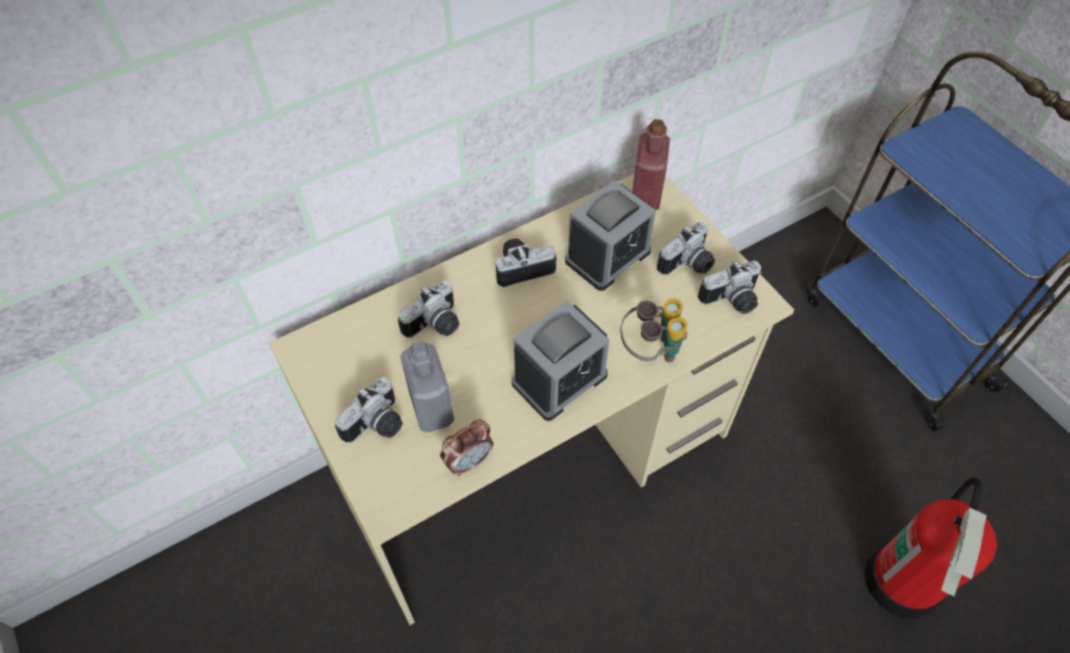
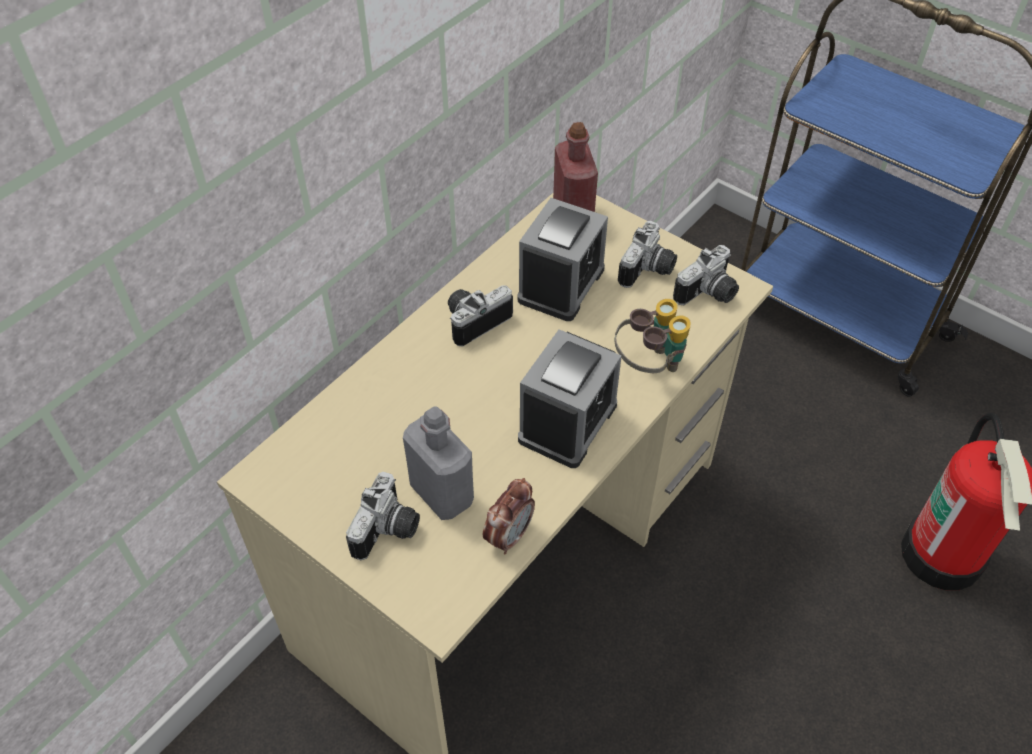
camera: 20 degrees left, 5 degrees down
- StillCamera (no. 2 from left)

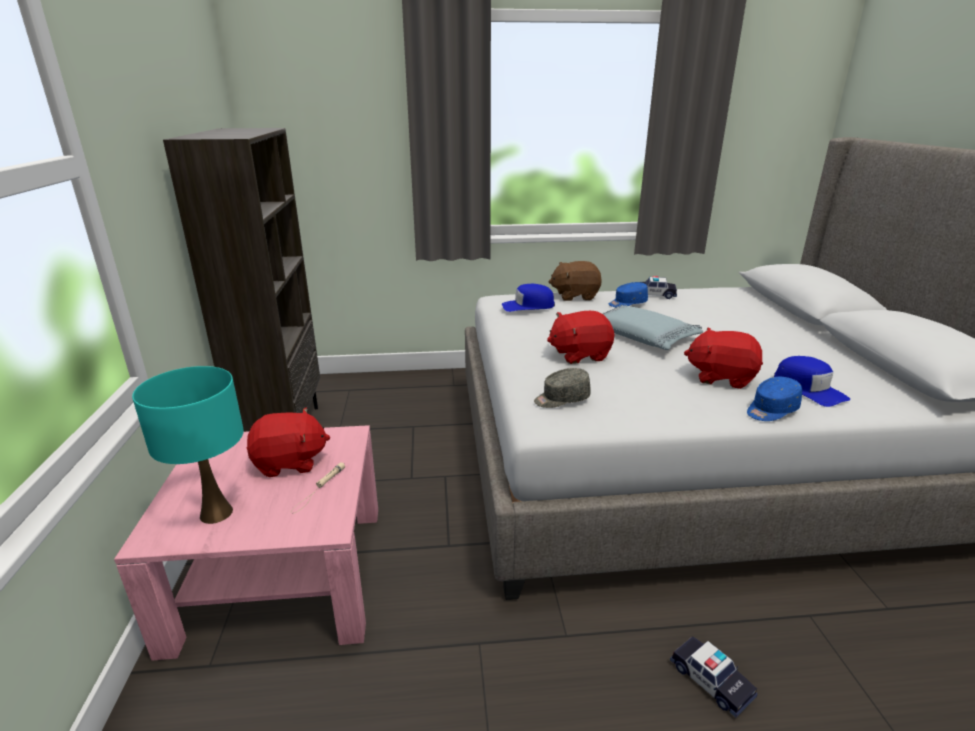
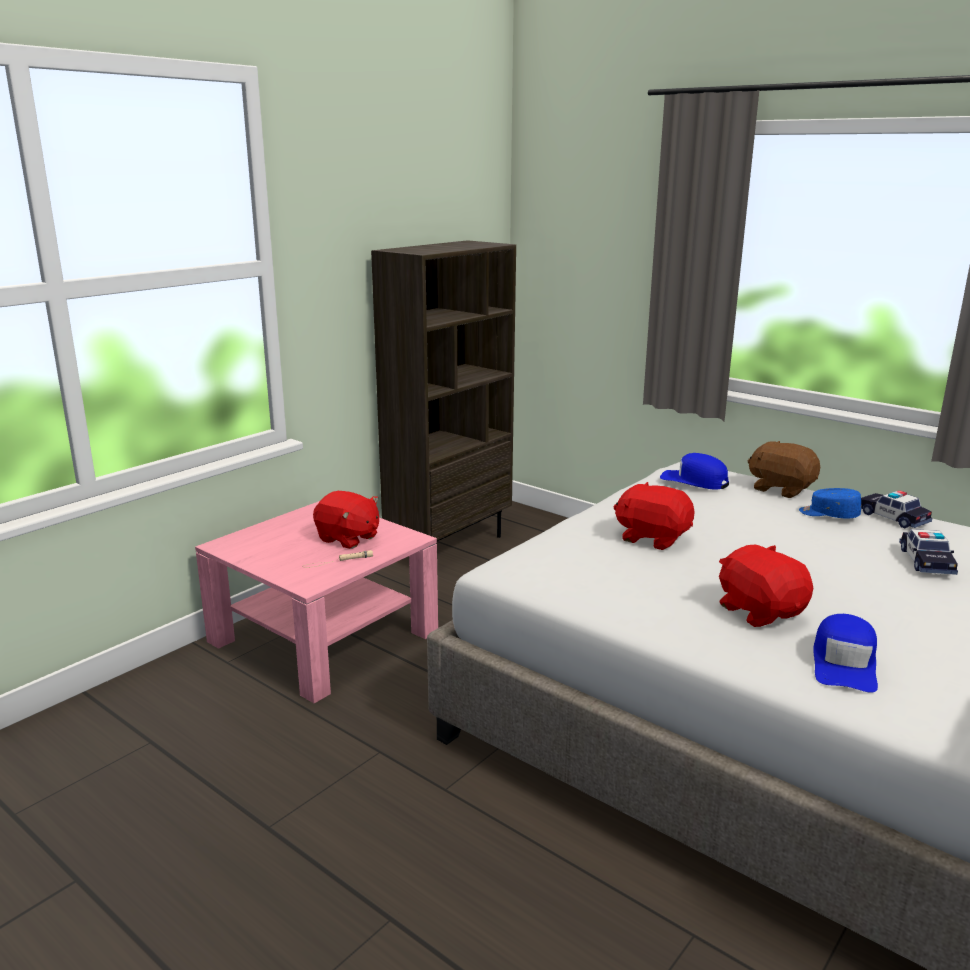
camera: 45 degrees right, 5 degrees down
- BlueColouredPillow
- TurquoiseTableLamp
- GrayCap
- BlueColouredCap (no. 3 from left)
~ ModelCar (no. 2 from left)

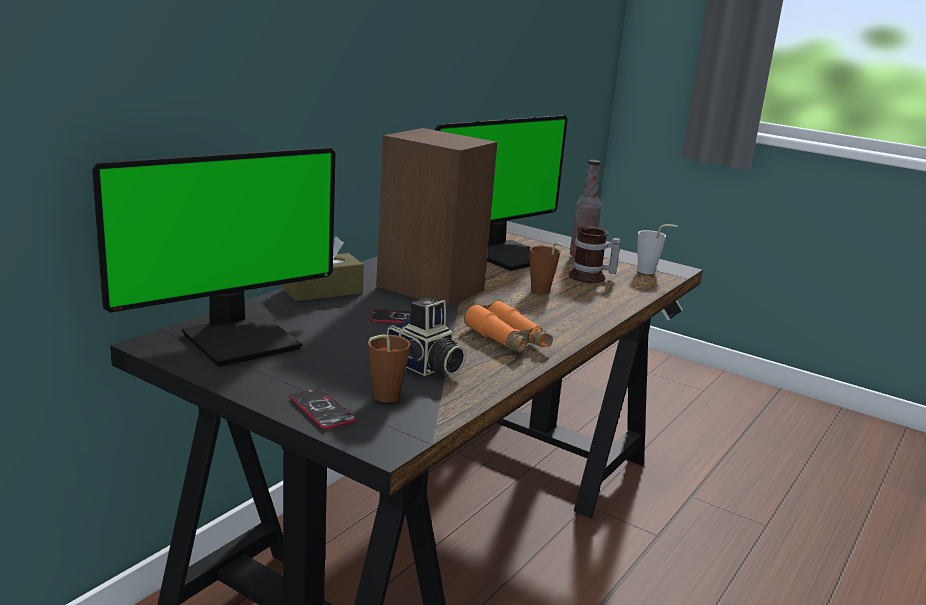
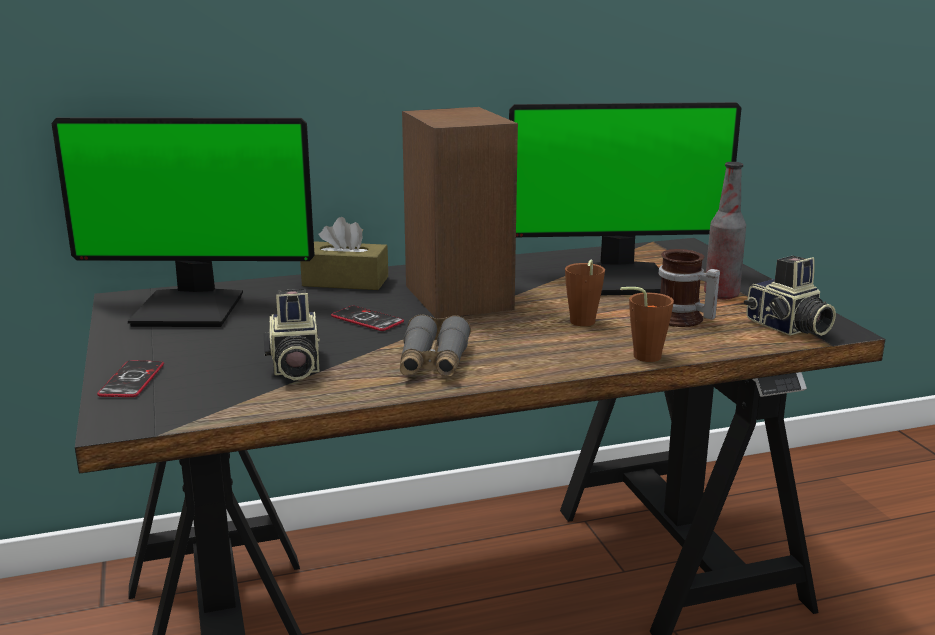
camera: 40 degrees right, 0 degrees up
~ GrayDrinkingCup to StillCamera (no. 2 from left)
~ OrangeyPairOfBinoculars to GrayPairOfBinoculars
~ BrownishDrinkingCup (no. 1 from left in the first image) to BrownishDrinkingCup (no. 2 from left)

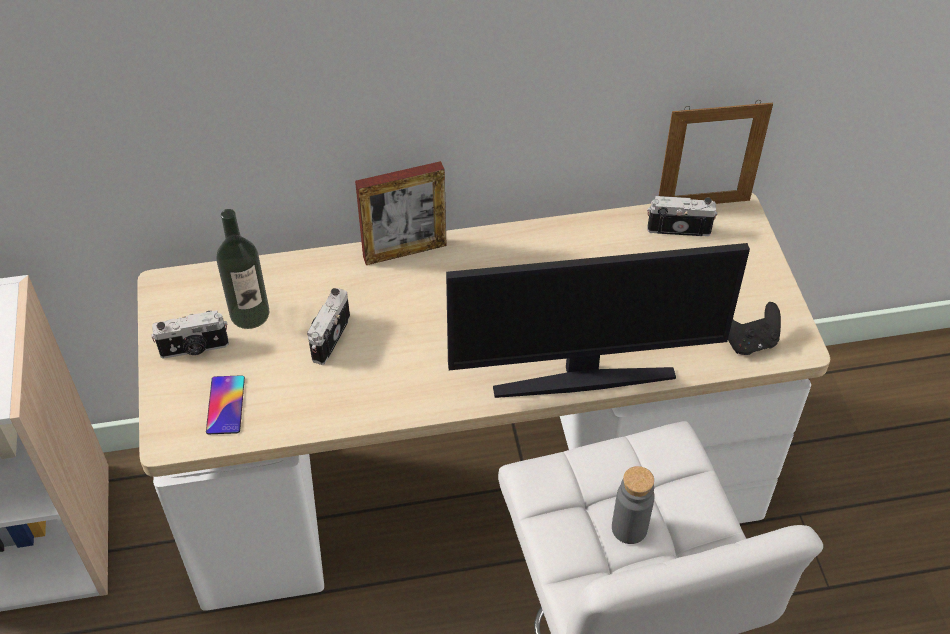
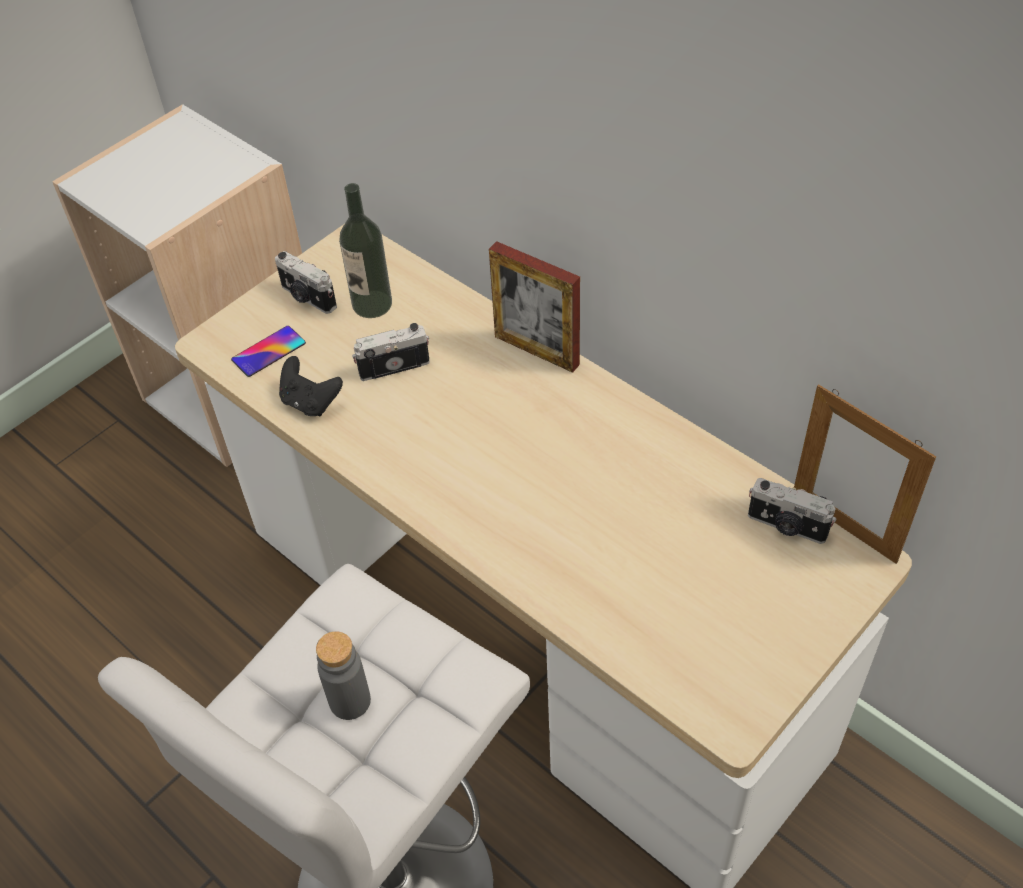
camera: 55 degrees right, 0 degrees up
~ StillCamera (no. 3 from left) 150 degrees clockwise
- ComputerDisplay
~ BlackGameController

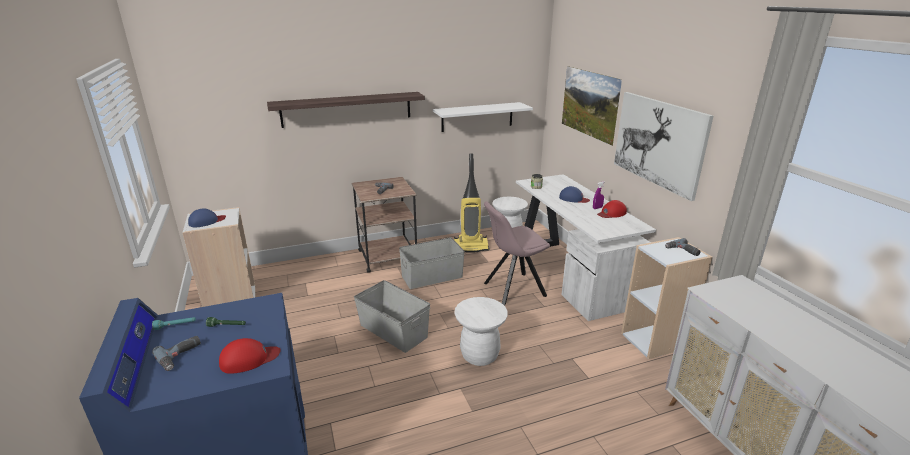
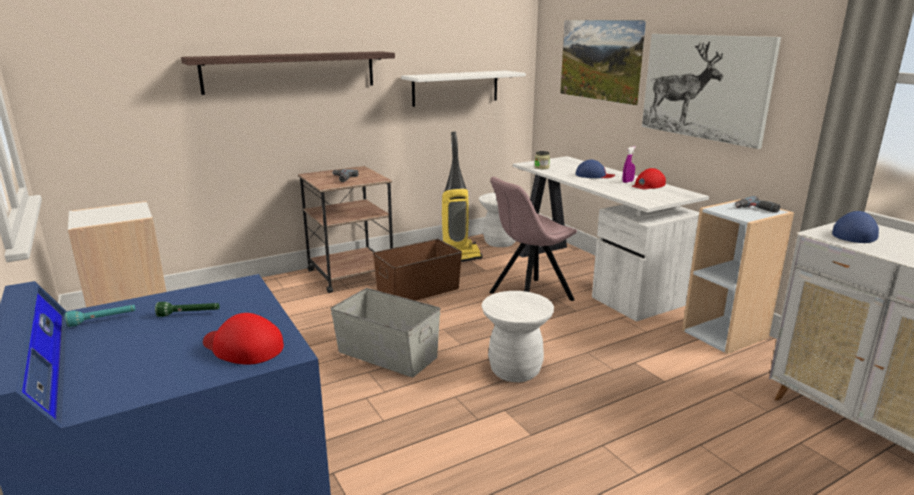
camera: 10 degrees left, 5 degrees down
~ BlueColouredCap (no. 1 from left in the first image) to BlueColouredCap (no. 2 from left)
~ GrayStorageBin (no. 2 from left) to BrownishStorageBin
- PowerDrill (no. 1 from left)
~ RedCap (no. 1 from left) 120 degrees counterclockwise

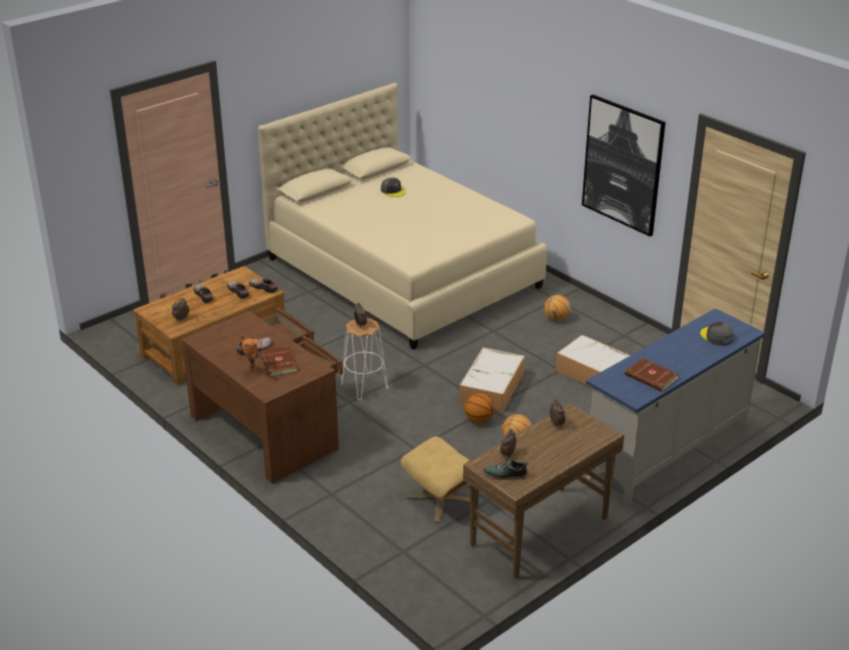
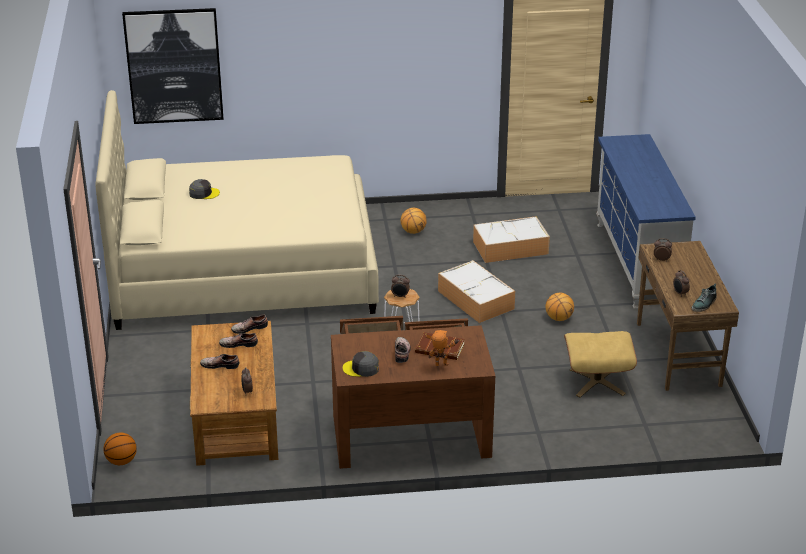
camera: 55 degrees left, 0 degrees up
~ Picture
~ GrayCap (no. 2 from left)
- BrownishBoundBook (no. 2 from left)
~ Basketball (no. 1 from left)

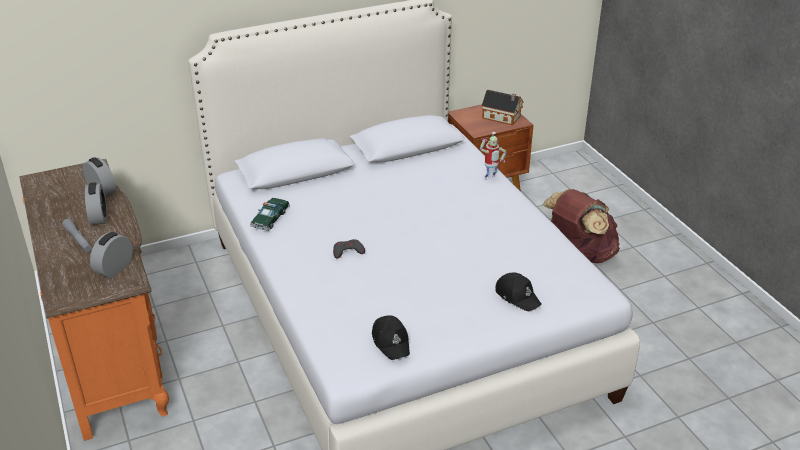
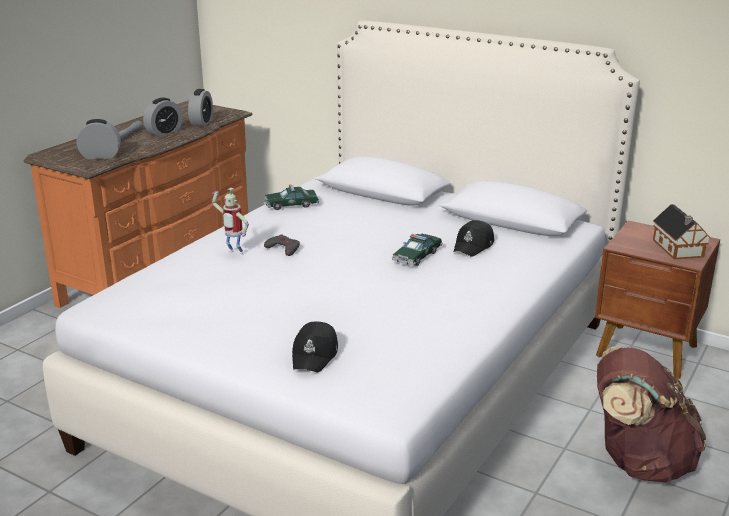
camera: 55 degrees right, 10 degrees down
~ ToyRobot
~ BlackCap (no. 1 from left in the first image) to BlackCap (no. 2 from left)
+ ModelCar (no. 2 from left)

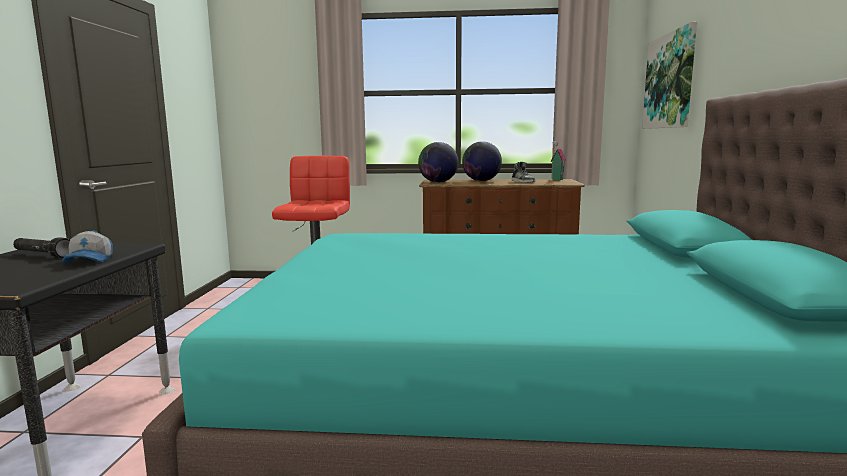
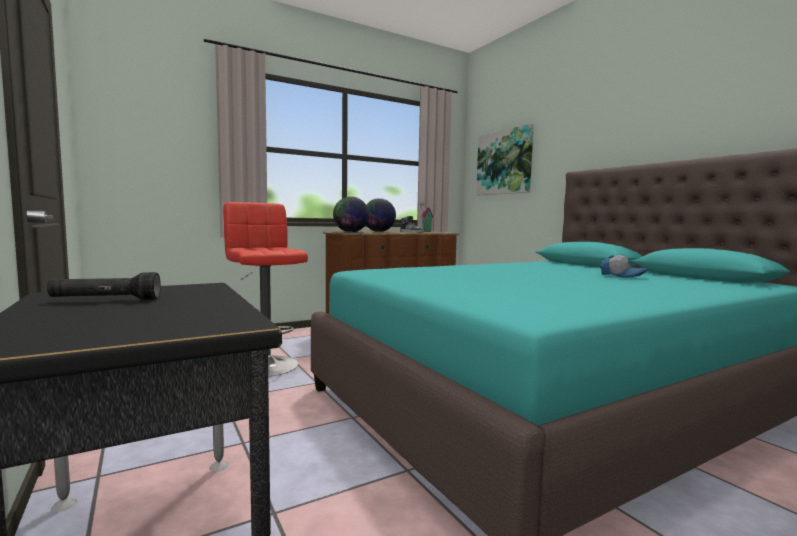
camera: 35 degrees left, 5 degrees down
~ Cap

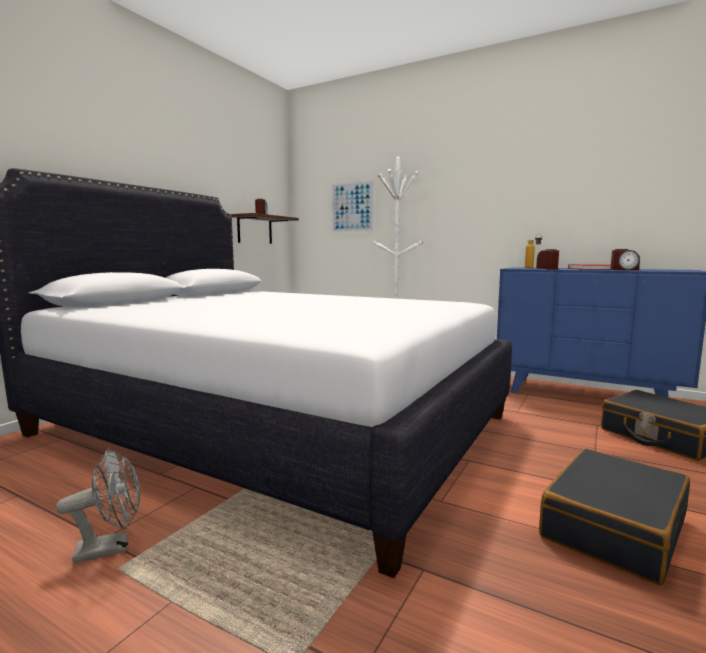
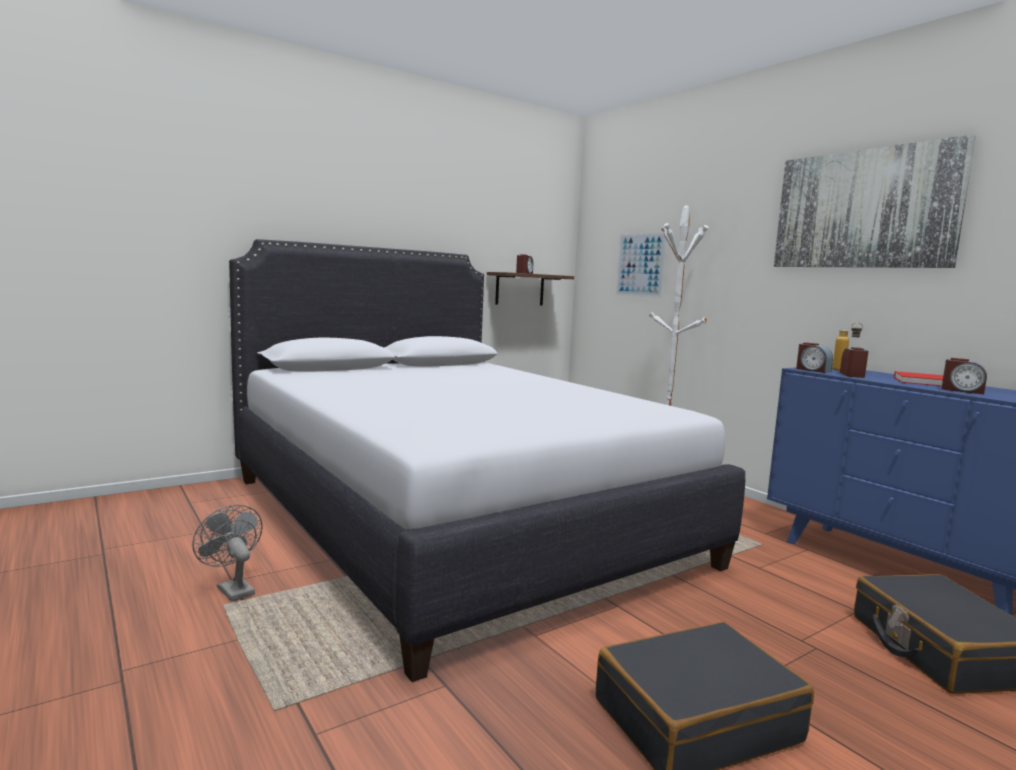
camera: 25 degrees right, 0 degrees up
~ GrayElectricFan 135 degrees counterclockwise
+ Picture (no. 2 from left)
+ AlarmClock (no. 2 from left)

